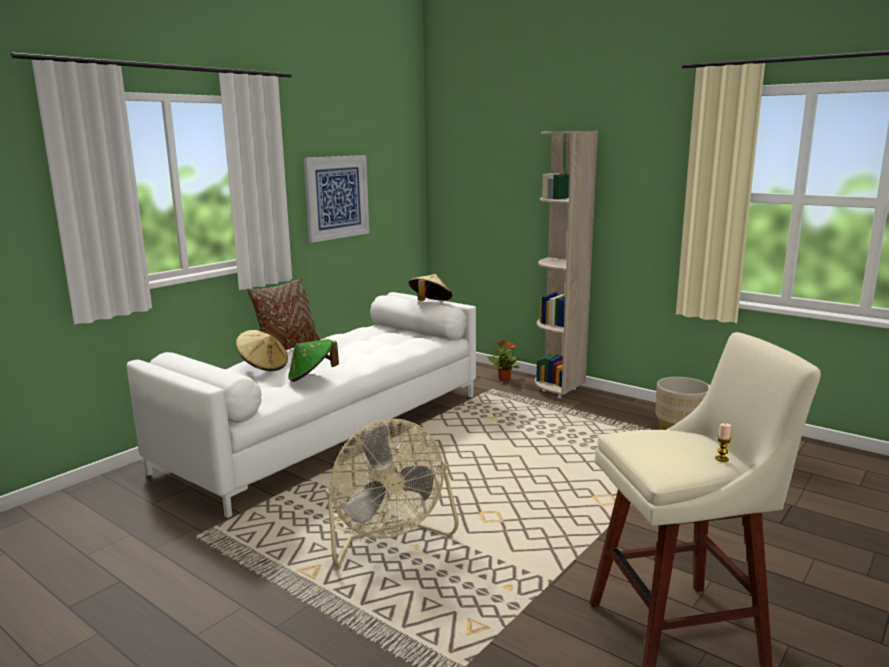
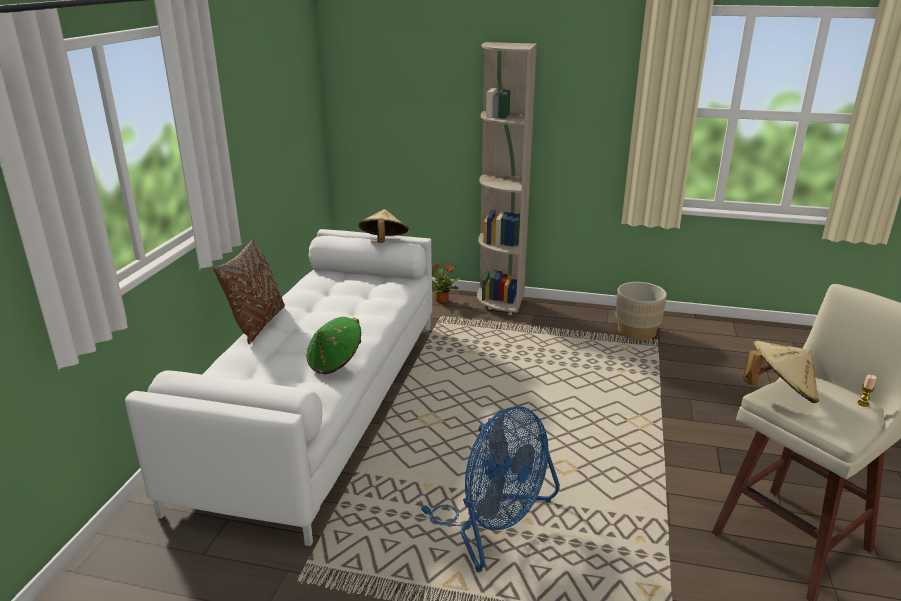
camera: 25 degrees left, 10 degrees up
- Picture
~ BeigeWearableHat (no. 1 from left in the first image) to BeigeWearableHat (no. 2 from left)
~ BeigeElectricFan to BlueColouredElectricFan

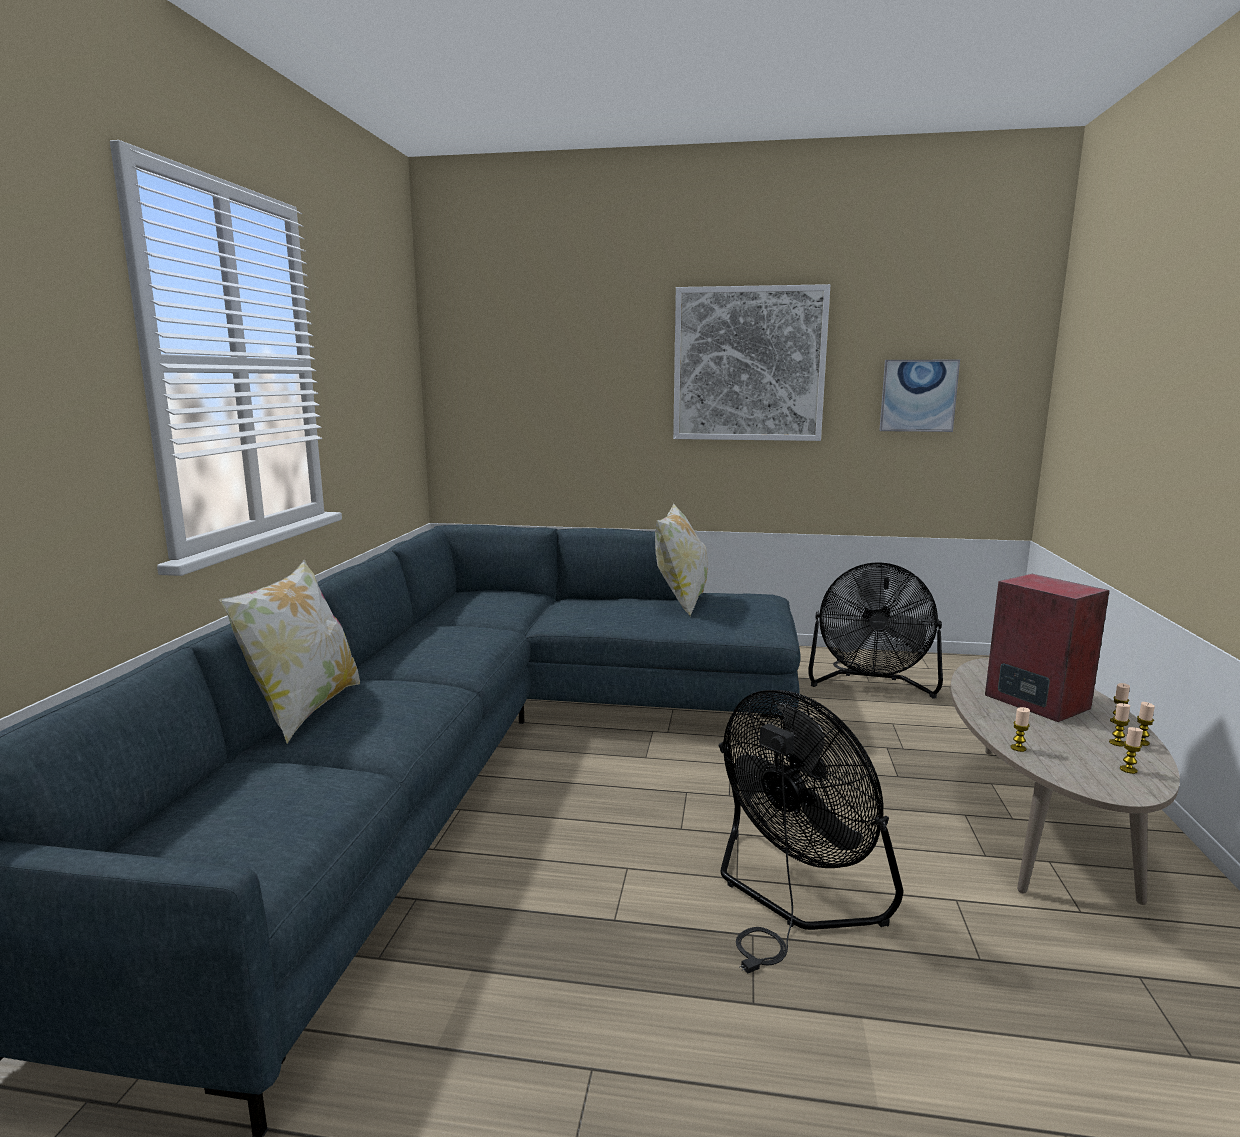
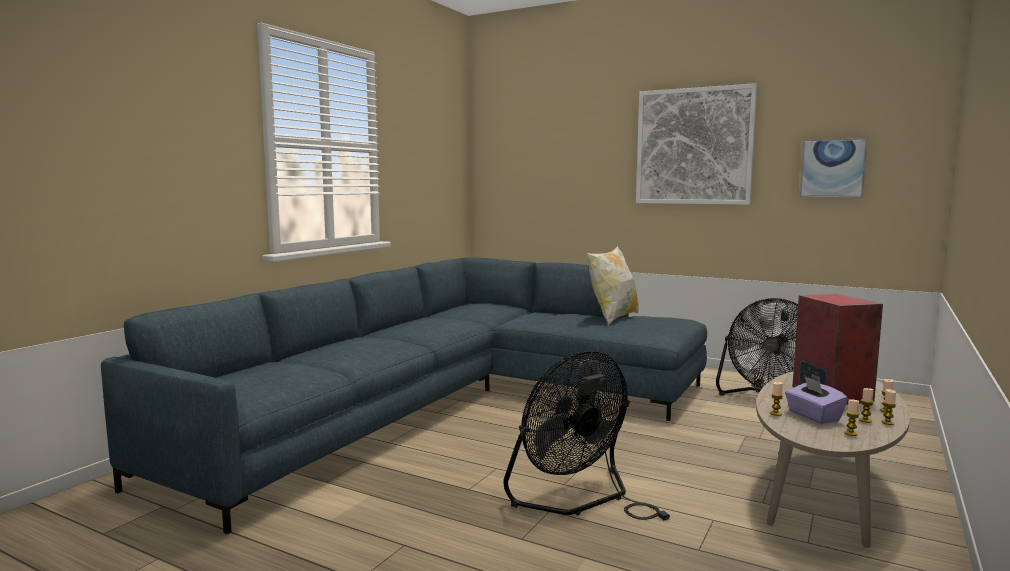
camera: 20 degrees right, 5 degrees down
- Pillow (no. 1 from left)
~ BlackElectricFan (no. 1 from left) 105 degrees counterclockwise
+ PurplishBoxOfTissues

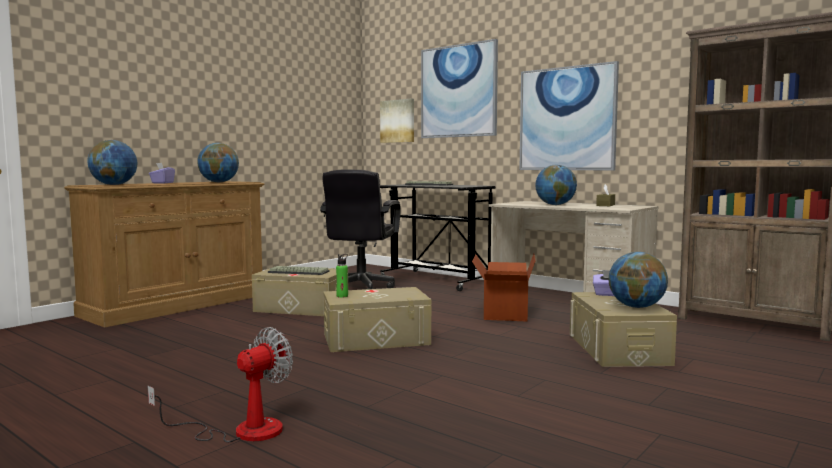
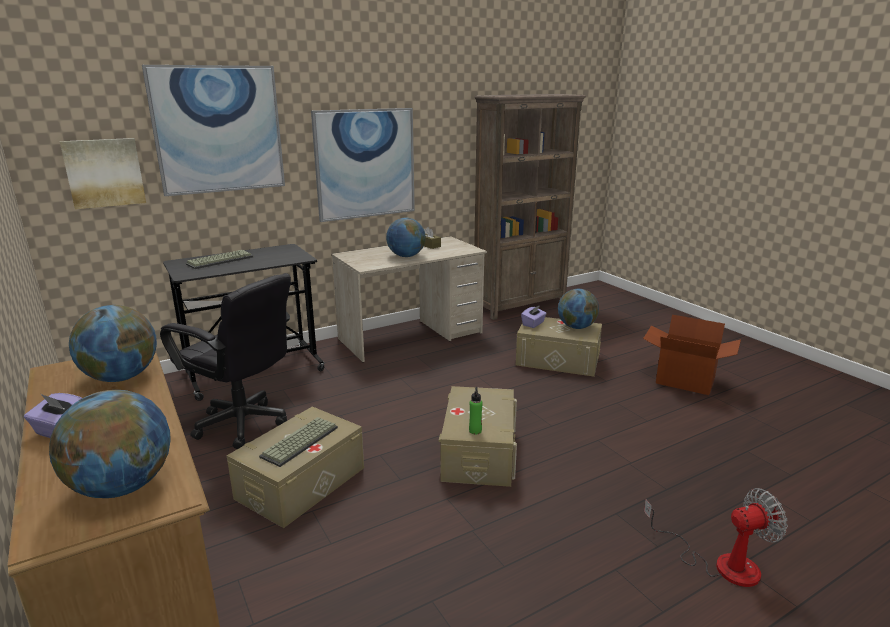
camera: 70 degrees left, 15 degrees up
~ CardboardBox
~ ElectricFan 105 degrees clockwise

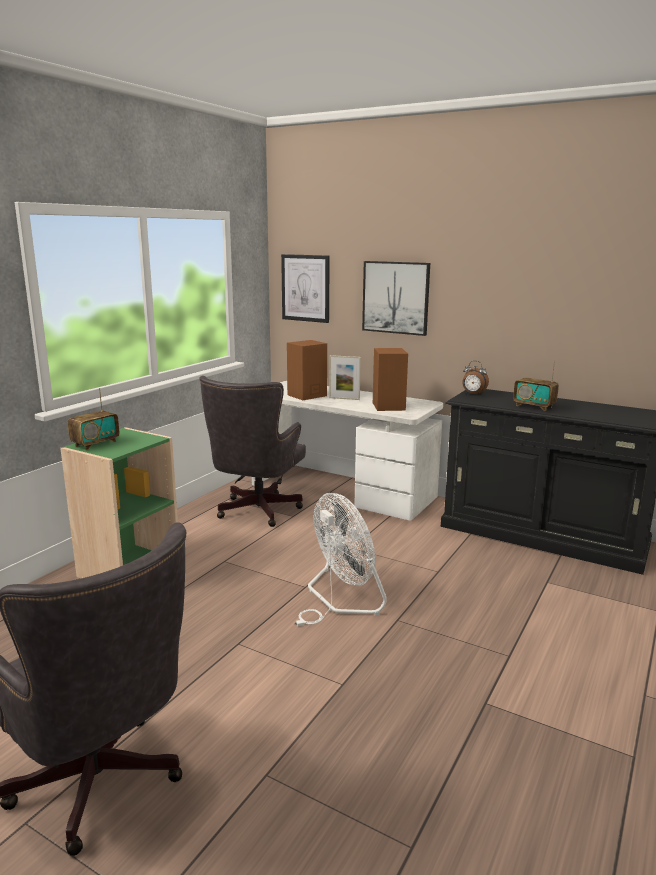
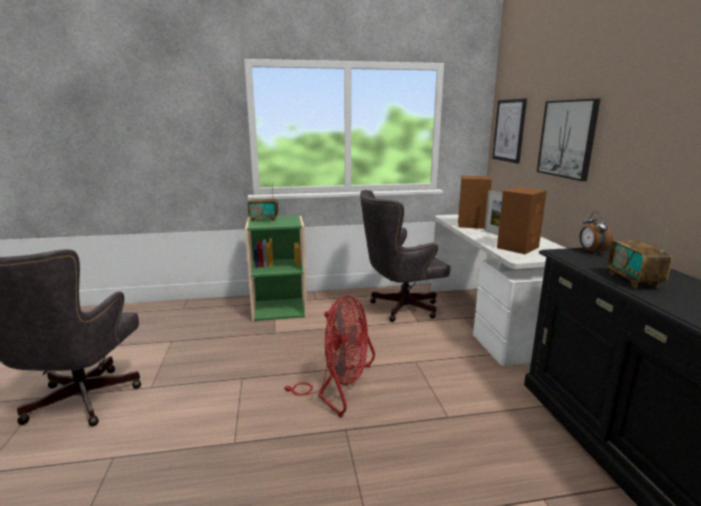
camera: 50 degrees right, 0 degrees up
~ WhiteElectricFan to RedElectricFan

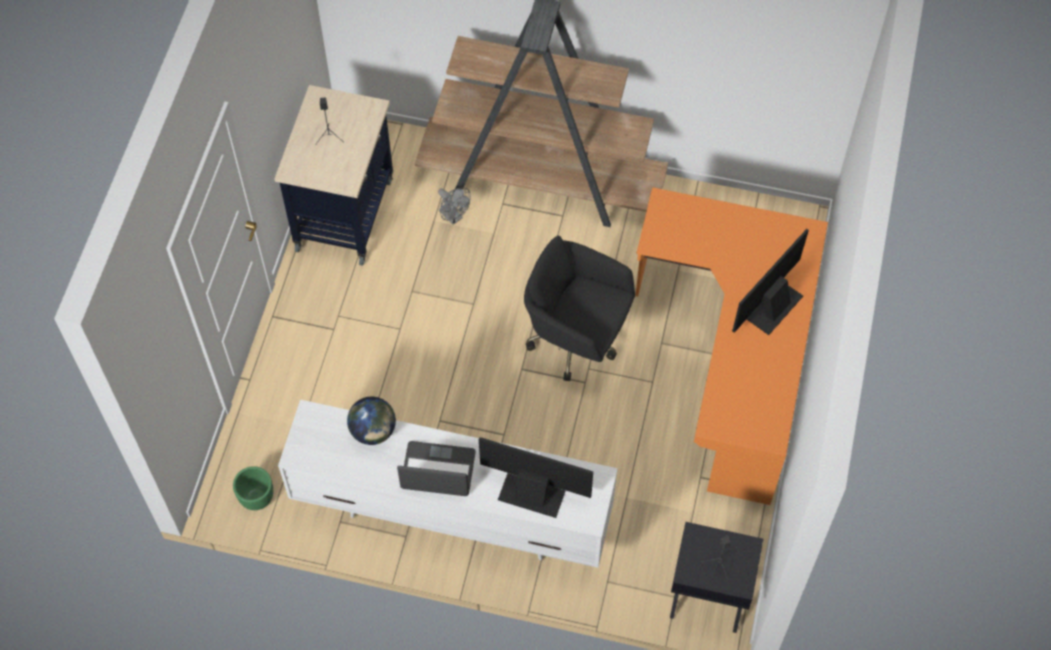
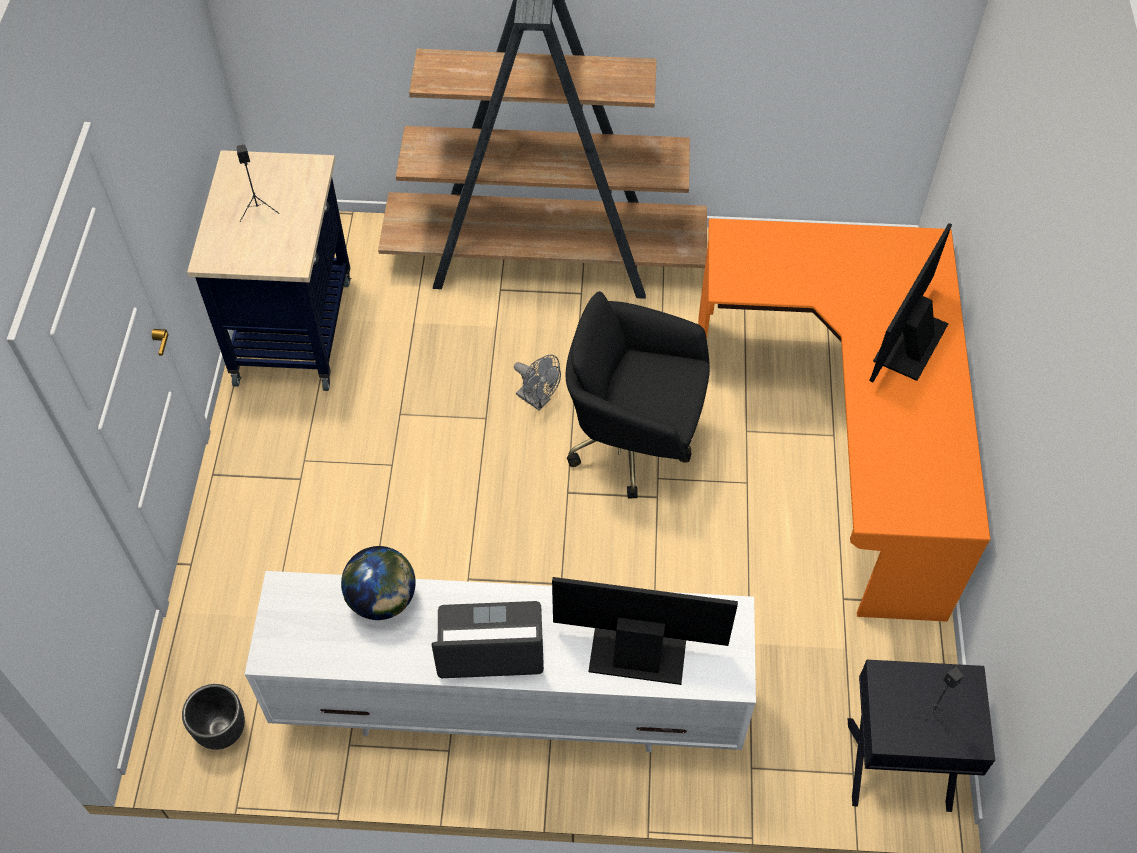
camera: 10 degrees left, 5 degrees down
~ GrayElectricFan
~ GreenishPlanter to BlackPlanter

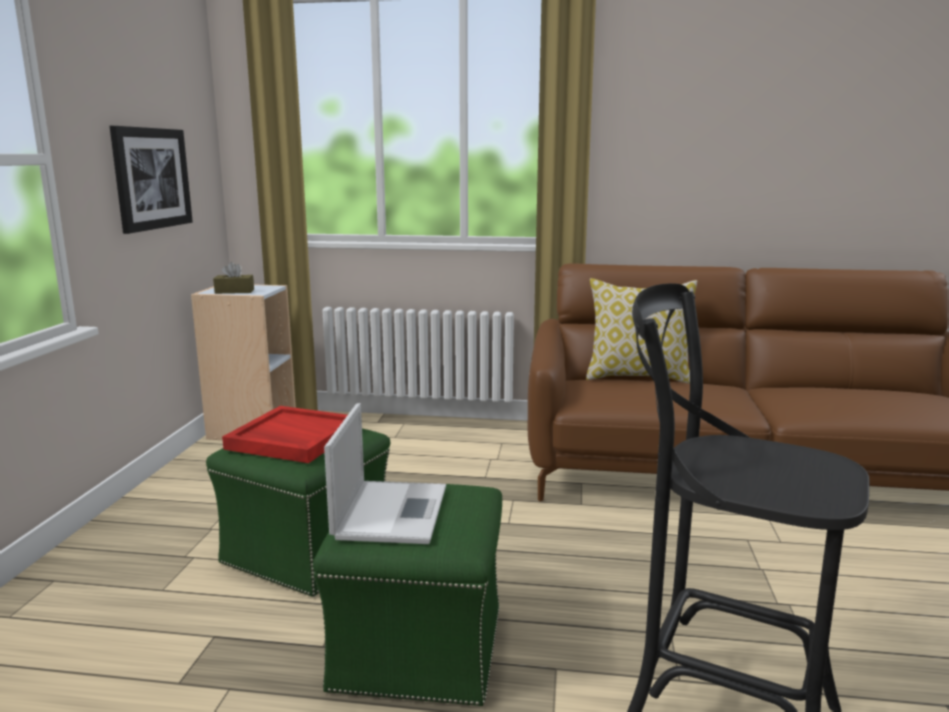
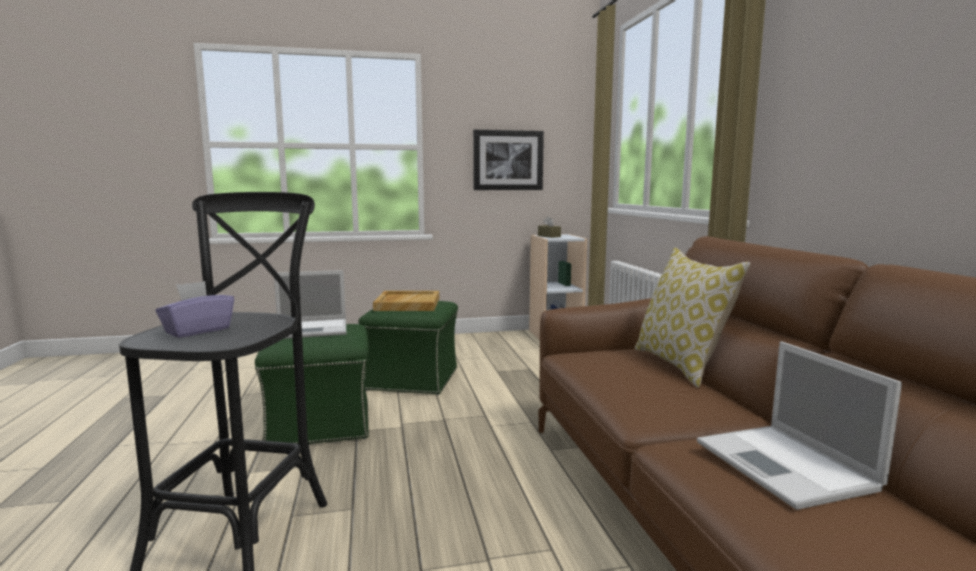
camera: 70 degrees right, 5 degrees down
~ RedServingTray to BeigeServingTray
+ PurplishBoxOfTissues
+ PortableComputer (no. 2 from left)

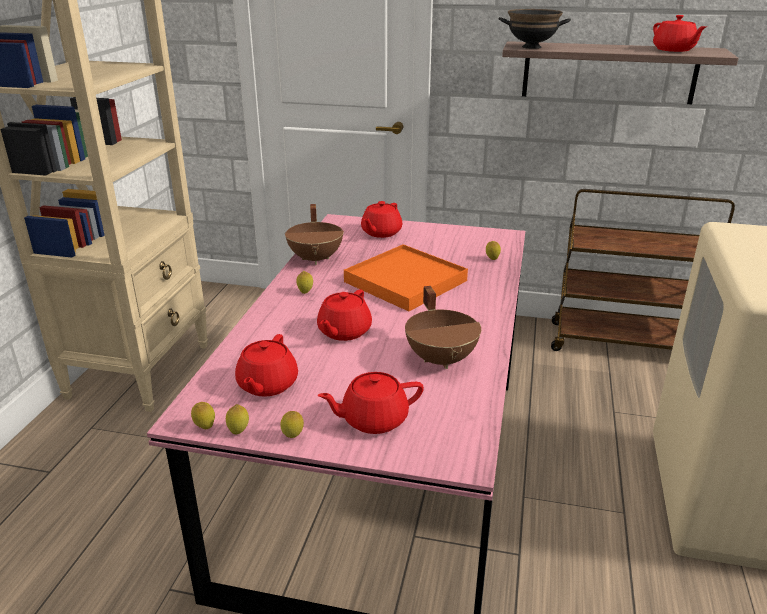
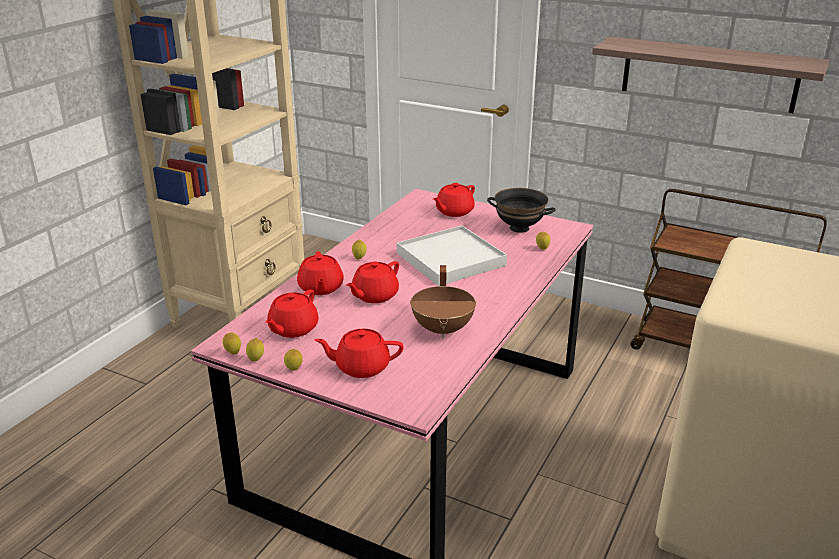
camera: 15 degrees right, 0 degrees up
~ BlackBowl
~ RedTeapot (no. 5 from left in the first image) to RedTeapot (no. 2 from left)
- BrownishCookingPot (no. 1 from left)
~ OrangeyServingTray to WhiteServingTray

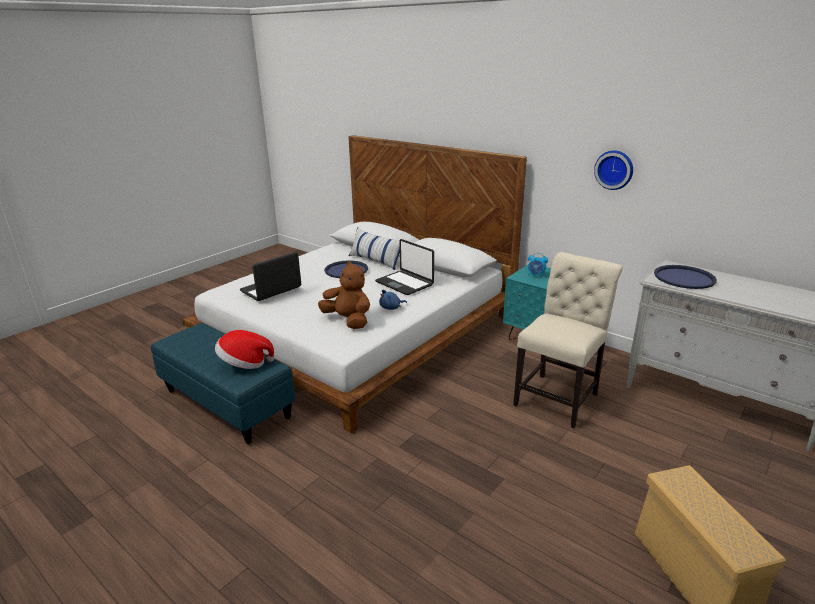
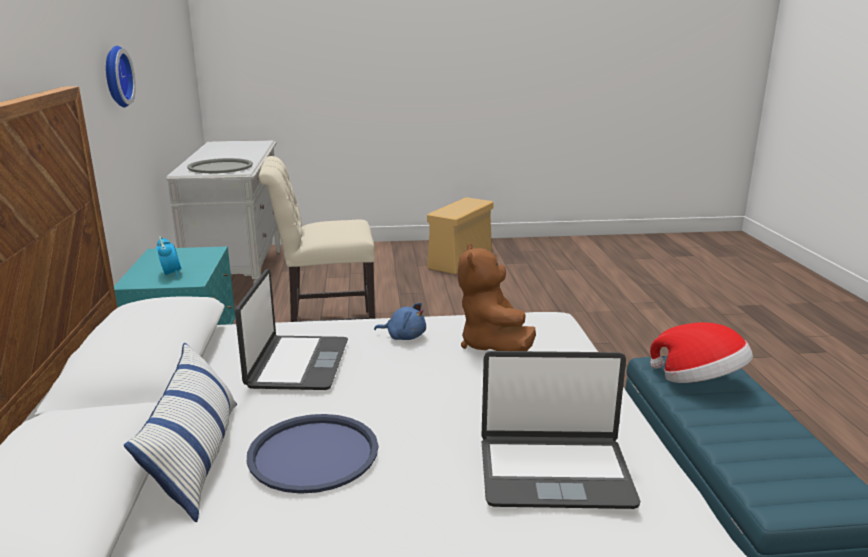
camera: 135 degrees left, 5 degrees down
~ BlueColouredServingTray (no. 2 from left) to GrayServingTray

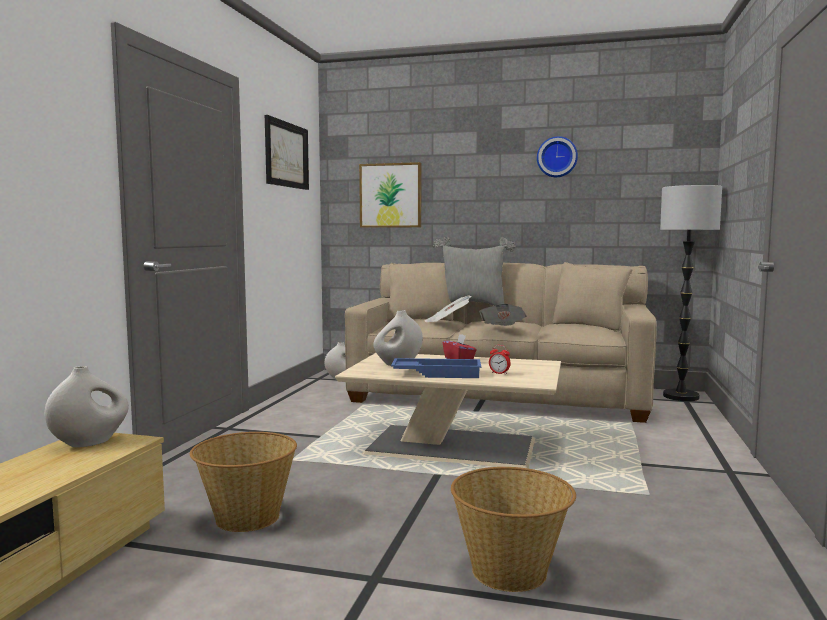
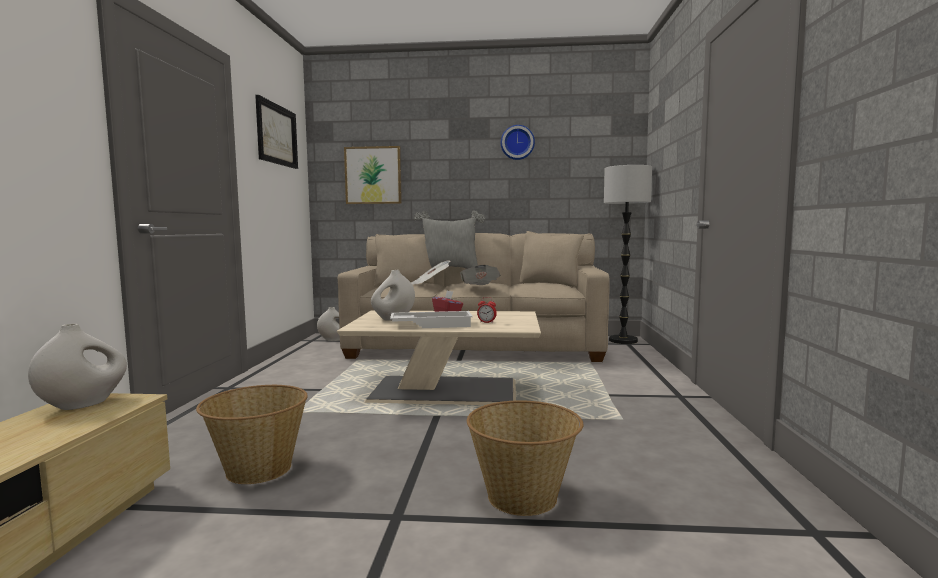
camera: 10 degrees left, 0 degrees up
~ BlueColouredServingTray to WhiteServingTray

